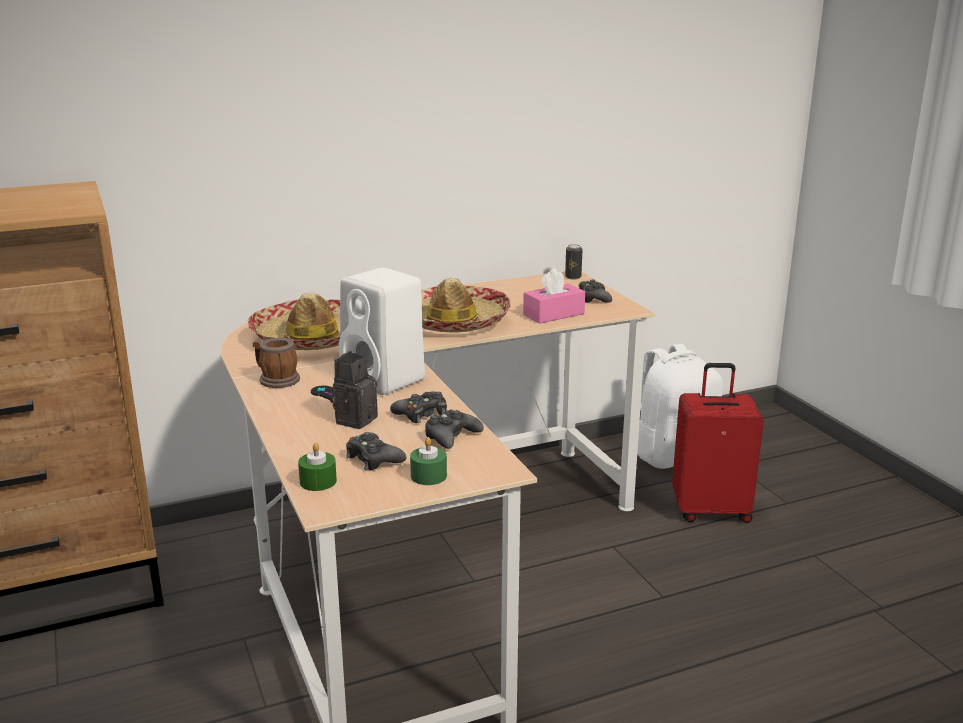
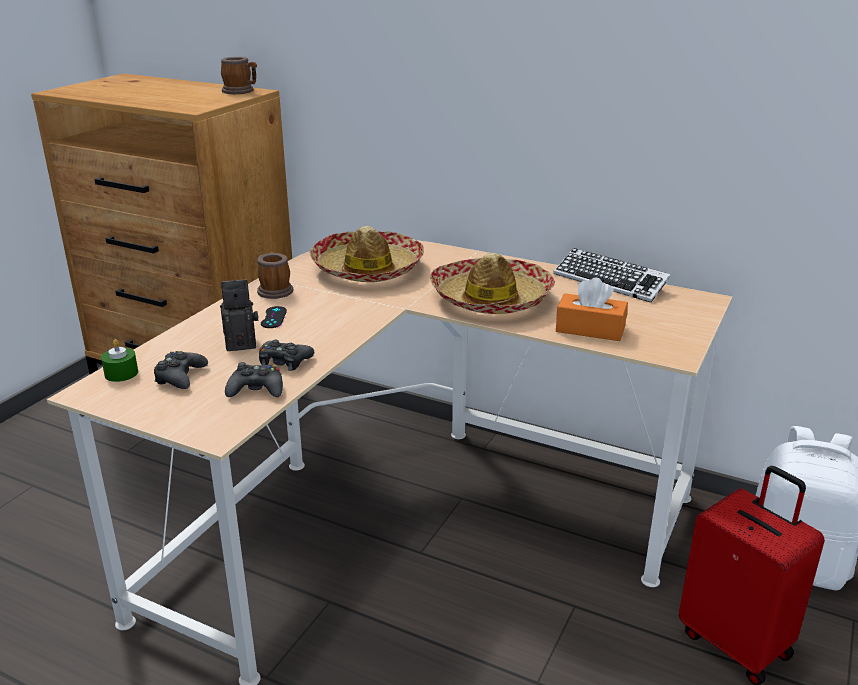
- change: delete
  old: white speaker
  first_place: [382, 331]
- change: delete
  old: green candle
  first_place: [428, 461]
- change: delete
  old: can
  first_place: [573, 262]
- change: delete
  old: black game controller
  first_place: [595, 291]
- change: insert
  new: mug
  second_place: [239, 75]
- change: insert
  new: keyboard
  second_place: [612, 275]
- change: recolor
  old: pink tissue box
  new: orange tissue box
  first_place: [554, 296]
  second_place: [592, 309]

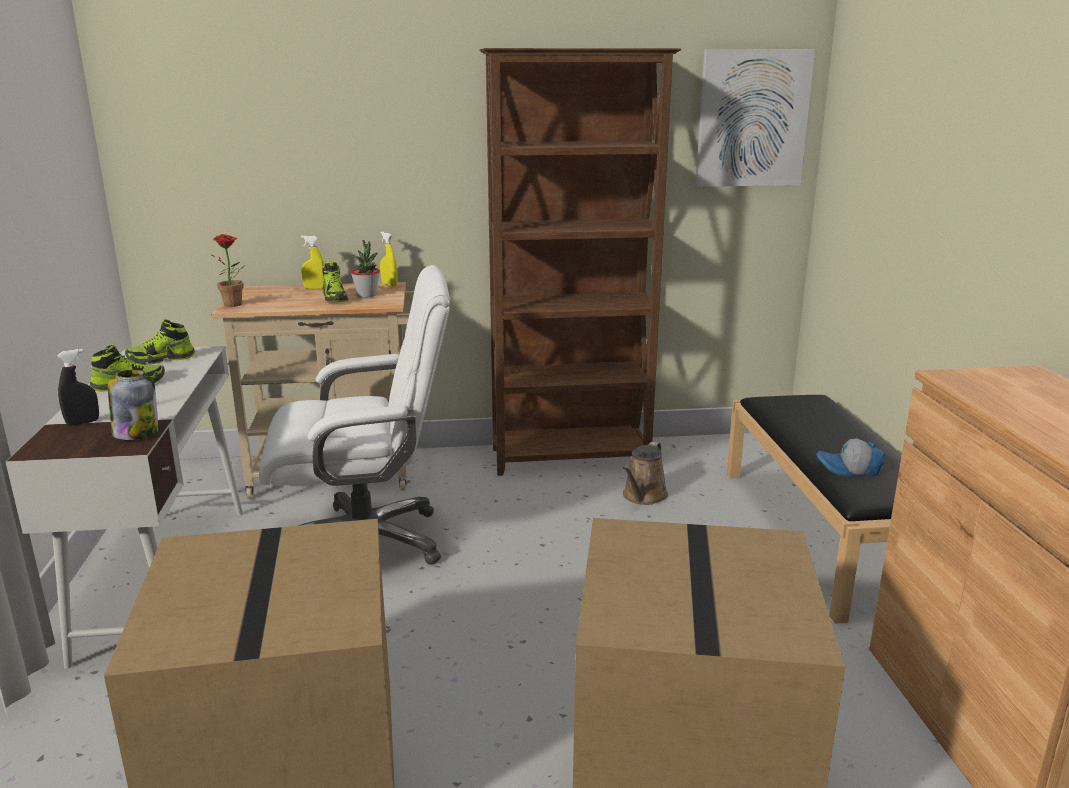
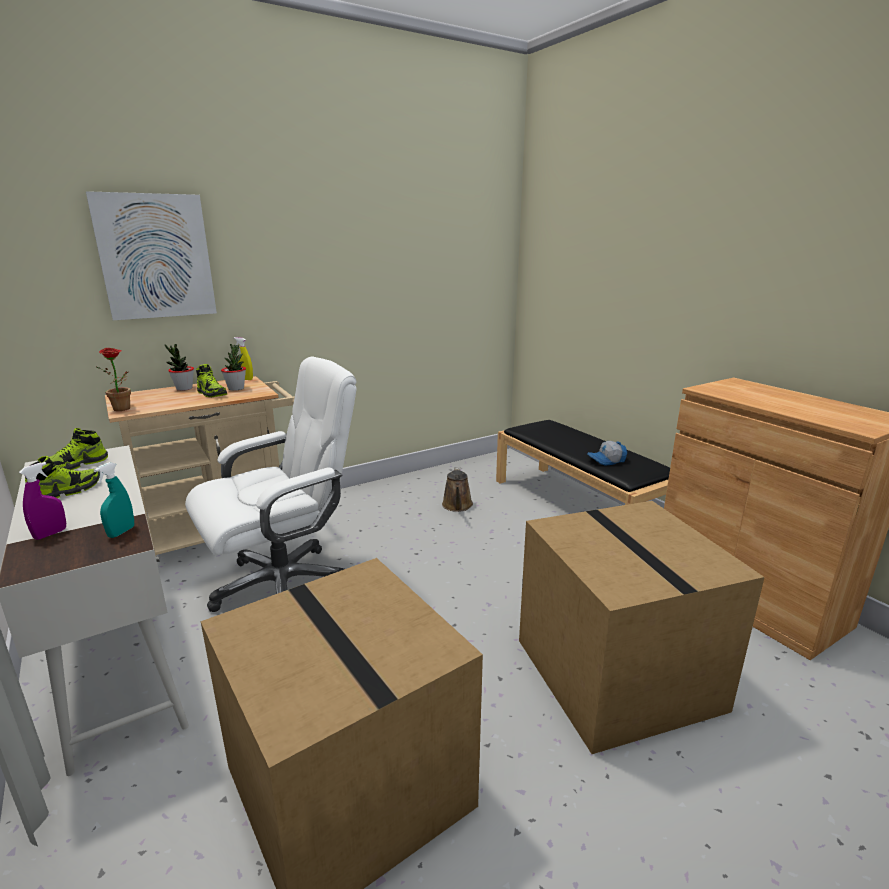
- change: delete
  old: brown bookcase
  first_place: [580, 262]
- change: move
  old: picture
  first_place: [755, 118]
  second_place: [151, 255]
- change: replace
  old: jar
  new: turquoise spray bottle
  first_place: [133, 405]
  second_place: [114, 500]
- change: replace
  old: yellow spray bottle
  new: potted plant
  first_place: [312, 262]
  second_place: [179, 367]
- change: recolor
  old: black spray bottle
  new: purple spray bottle
  first_place: [78, 387]
  second_place: [42, 501]

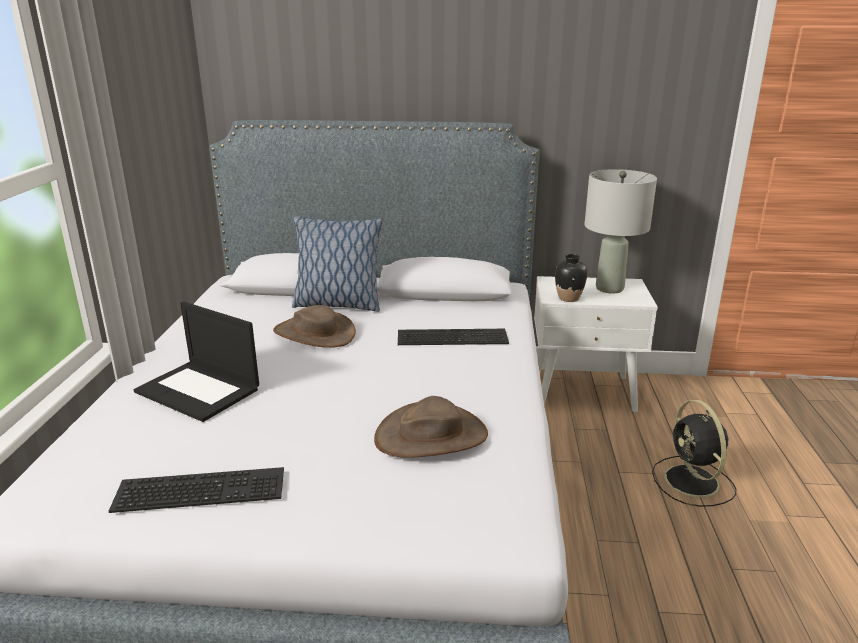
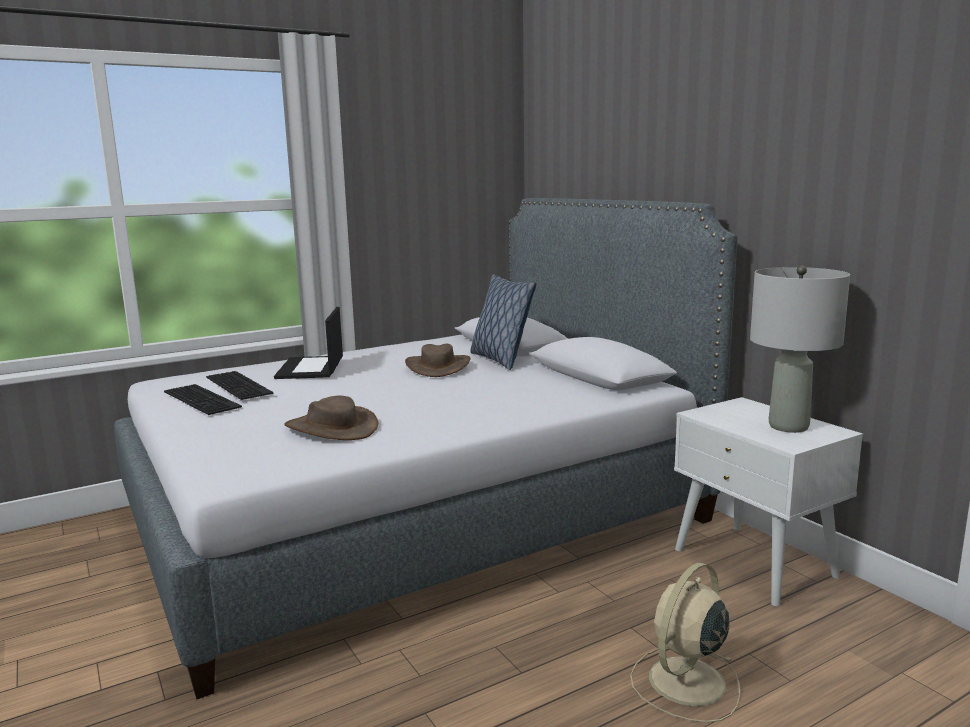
- change: delete
  old: black vase
  first_place: [571, 278]
- change: move
  old: keyboard
  first_place: [453, 337]
  second_place: [239, 385]
- change: recolor
  old: black fan
  new: beige fan
  first_place: [694, 453]
  second_place: [685, 643]

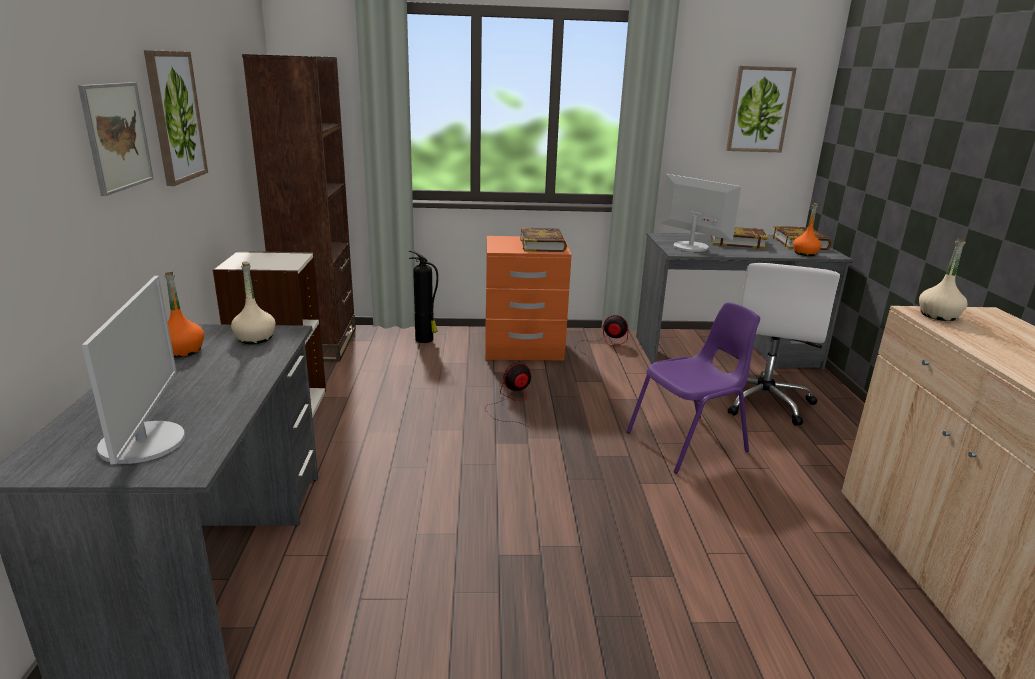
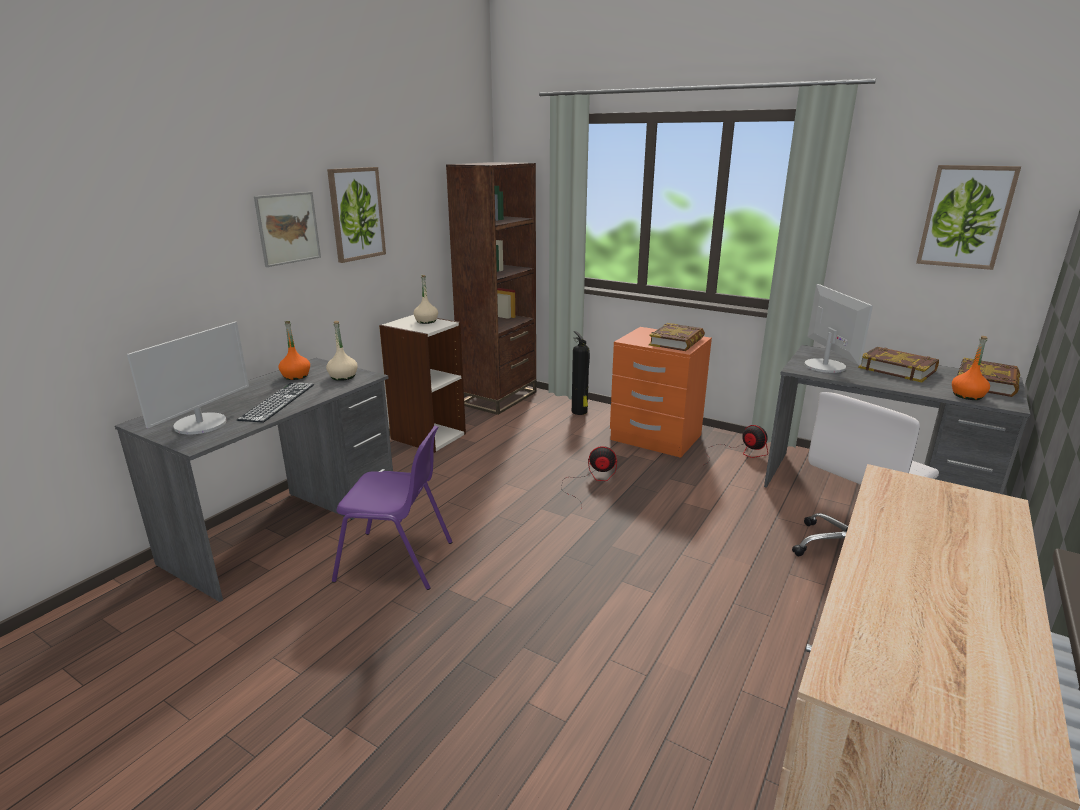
- change: insert
  new: keyboard
  second_place: [275, 403]
- change: move
  old: purple chair
  first_place: [693, 388]
  second_place: [392, 508]
- change: move
  old: beige bottle
  first_place: [943, 279]
  second_place: [426, 299]

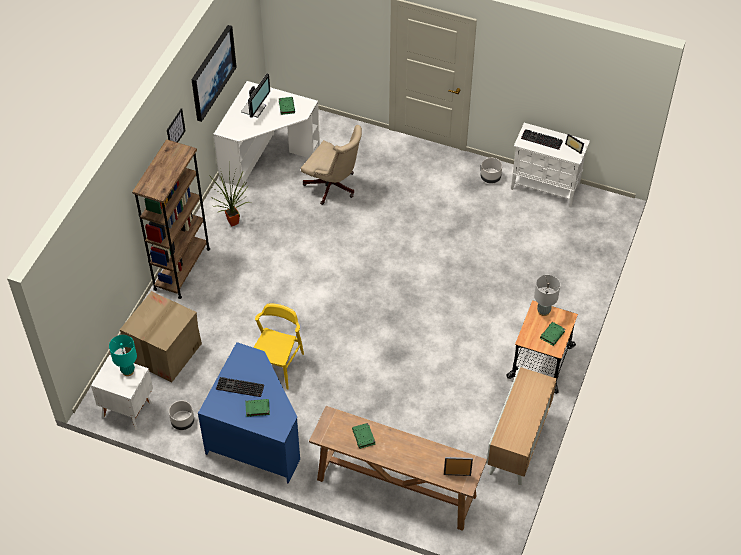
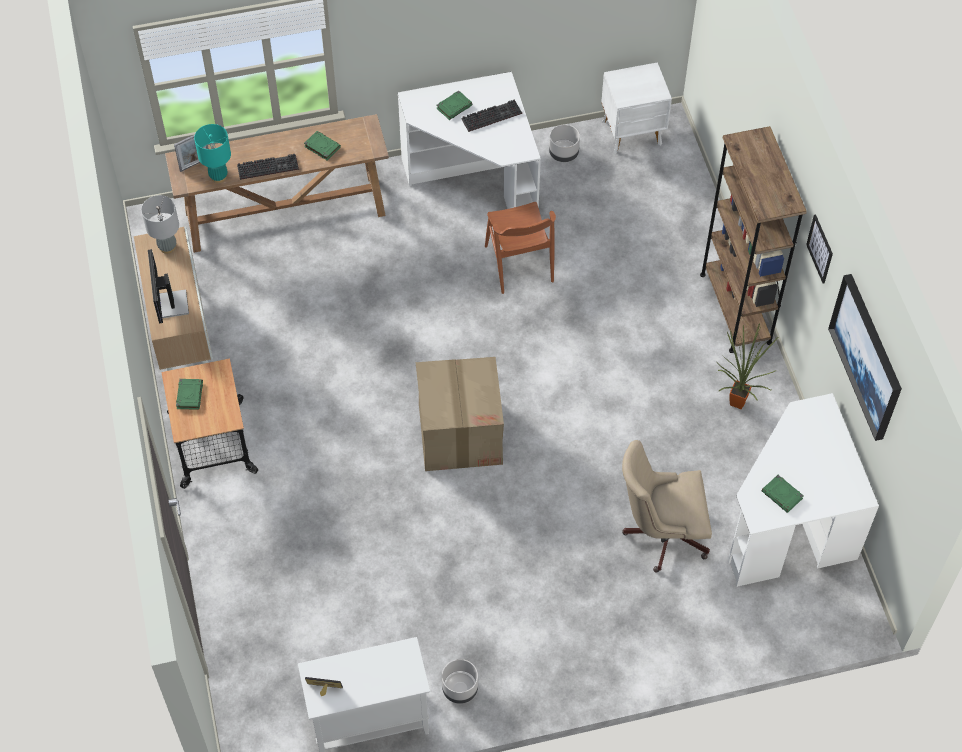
- change: move
  old: turquoise table lamp
  first_place: [123, 355]
  second_place: [212, 153]
- change: move
  old: cardboard box
  first_place: [161, 336]
  second_place: [460, 414]
- change: move
  old: monitor
  first_place: [255, 96]
  second_place: [168, 286]
- change: move
  old: keyboard
  first_place: [542, 139]
  second_place: [268, 167]
- change: move
  old: grey table lamp
  first_place: [547, 295]
  second_place: [160, 224]
- change: recolor
  old: blue desk
  new: white desk
  first_place: [249, 413]
  second_place: [469, 140]
- change: recolor
  old: yellow chair
  new: brown chair
  first_place: [278, 346]
  second_place: [520, 248]

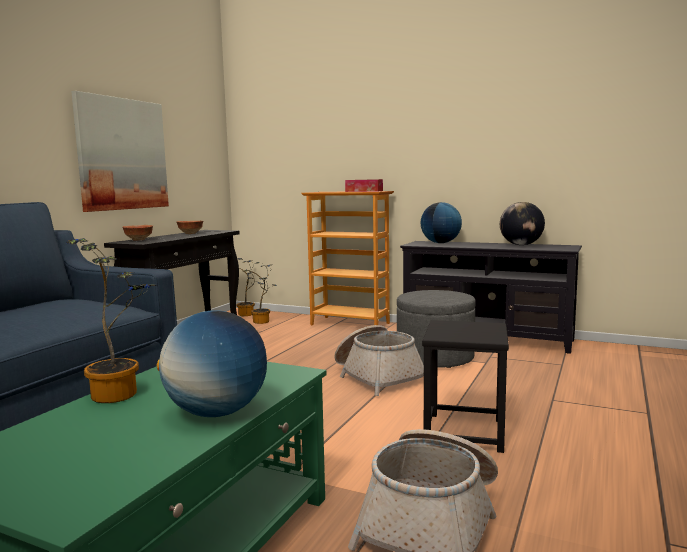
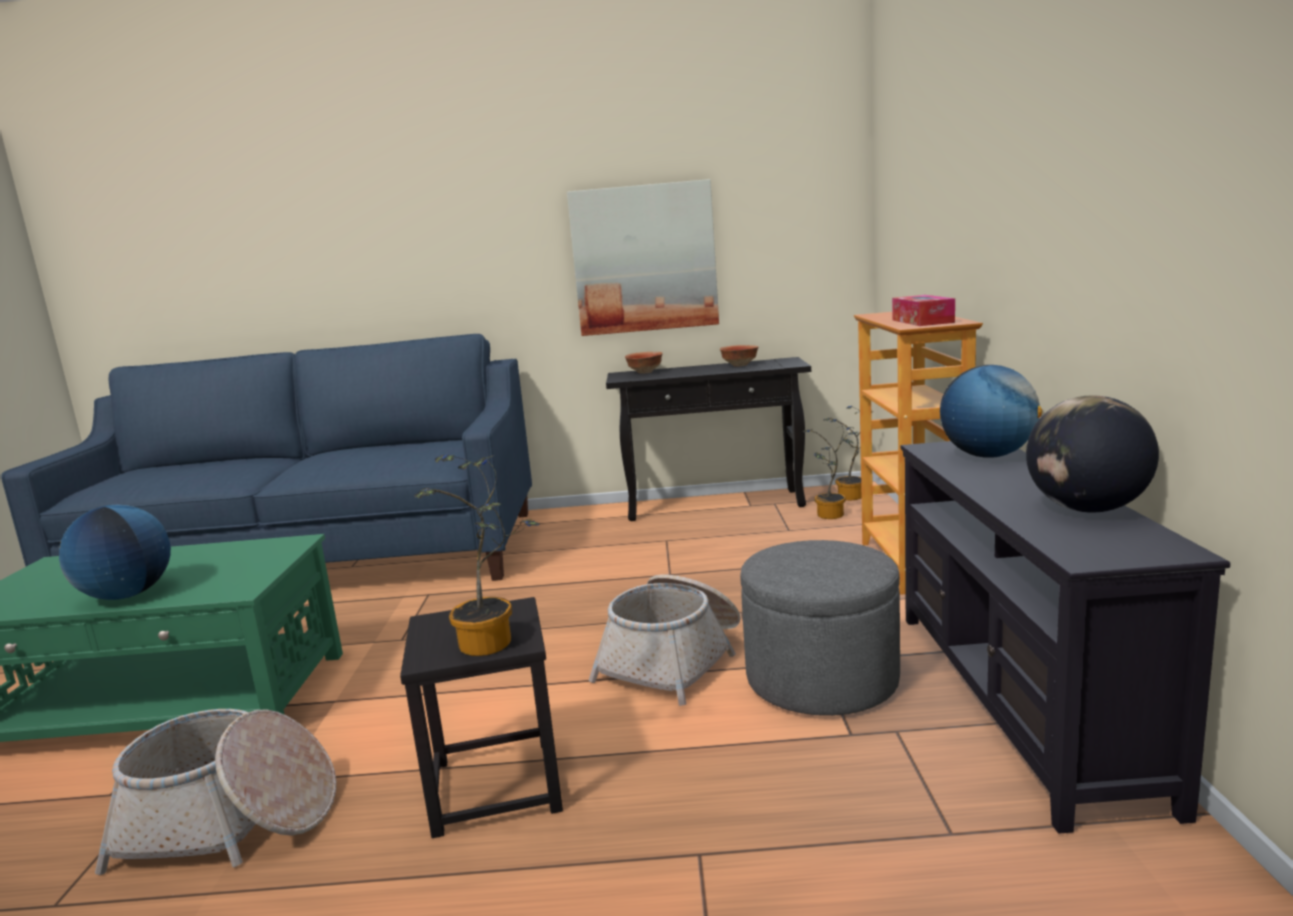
- change: move
  old: potted plant
  first_place: [111, 320]
  second_place: [477, 555]

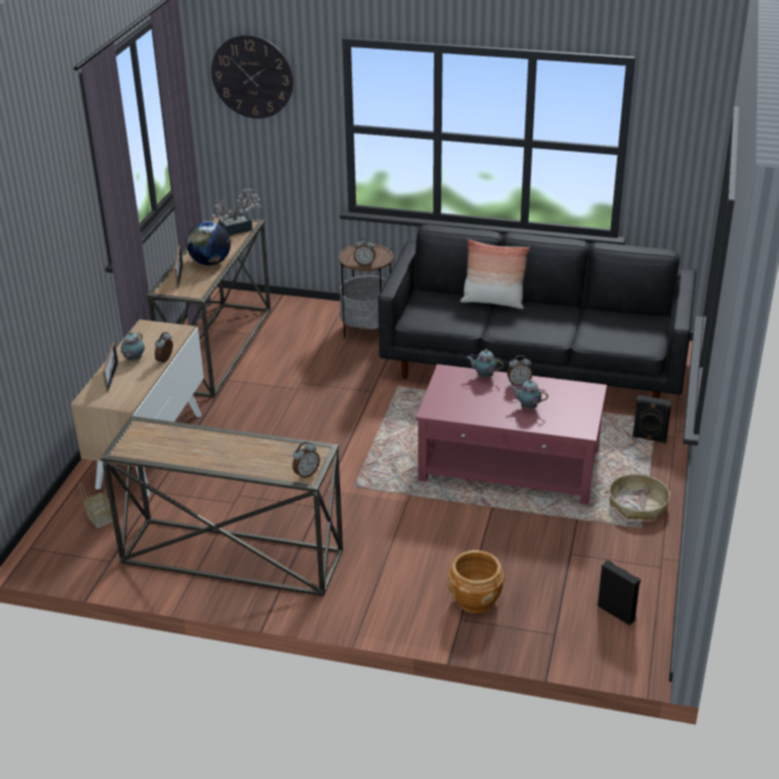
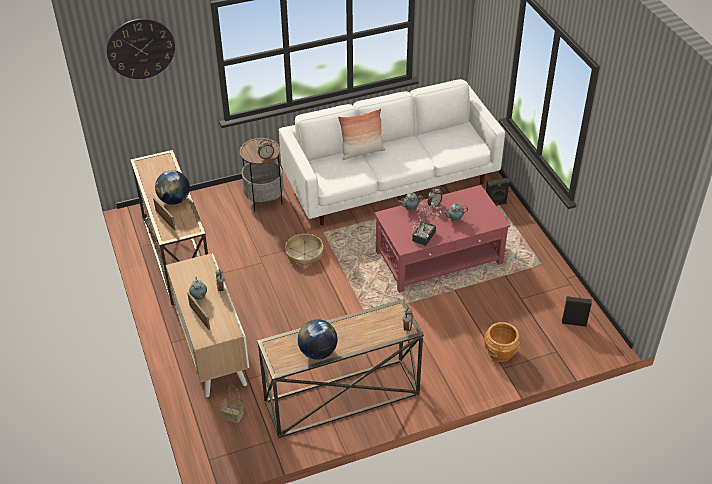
- change: insert
  new: globe
  second_place: [317, 339]
- change: move
  old: potted plant
  first_place: [236, 212]
  second_place: [427, 224]
- change: move
  old: basket
  first_place: [639, 497]
  second_place: [304, 250]
- change: recolor
  old: black sofa
  new: white sofa
  first_place: [537, 311]
  second_place: [392, 152]

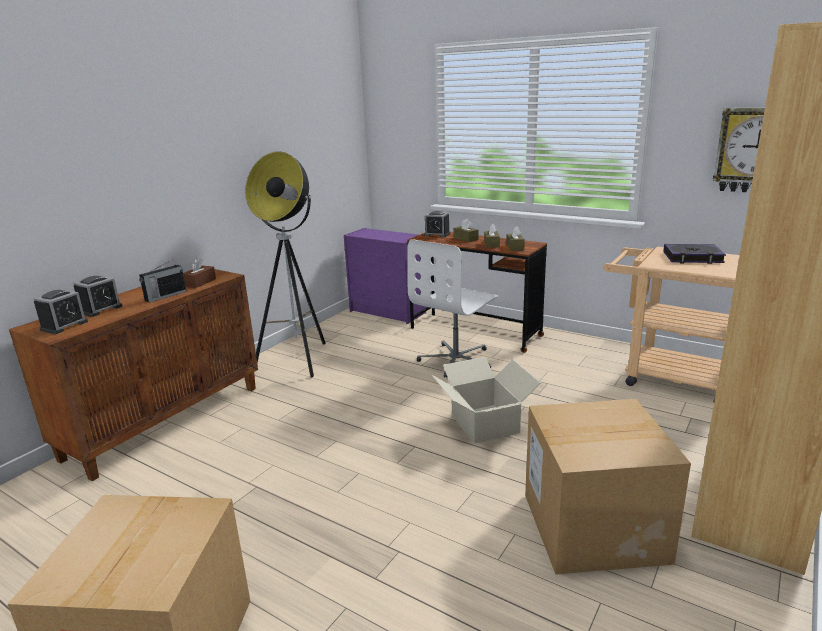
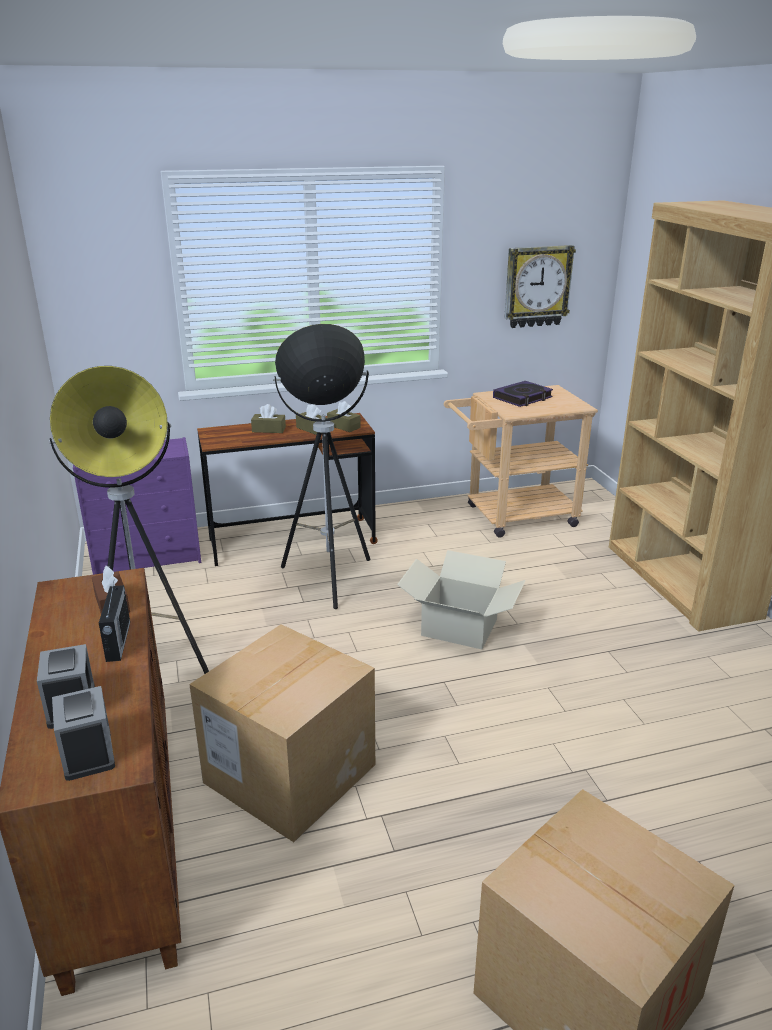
- change: delete
  old: alarm clock
  first_place: [437, 224]
- change: move
  old: cardboard box
  first_place: [608, 487]
  second_place: [282, 733]
- change: replace
  old: white office chair
  new: floor lamp
  first_place: [453, 308]
  second_place: [321, 466]

